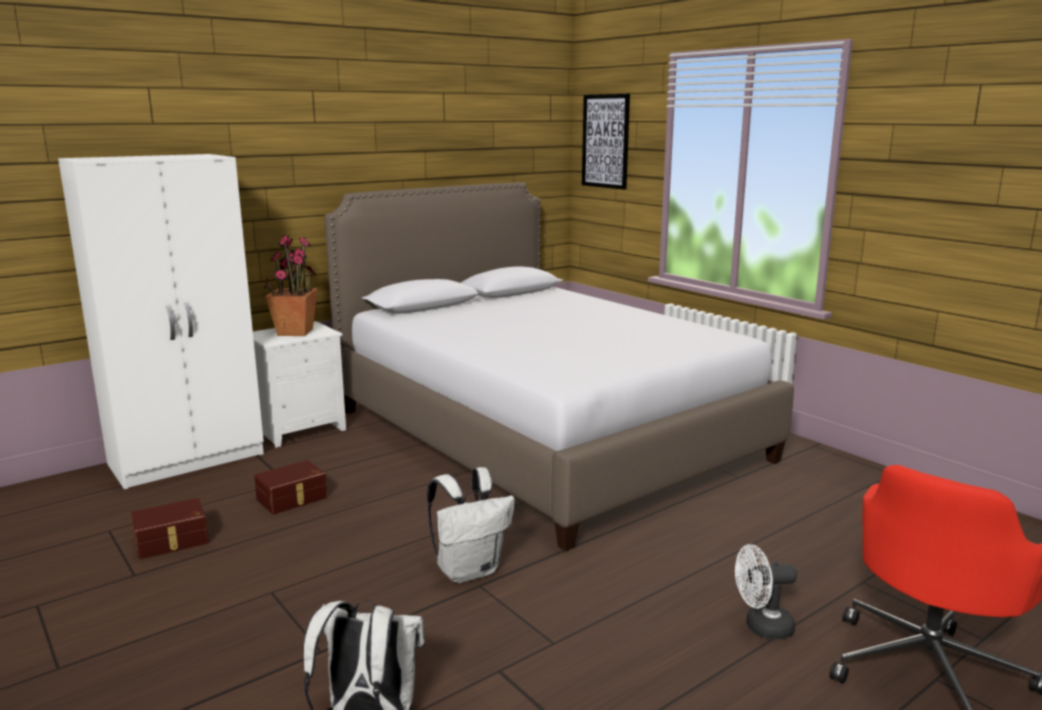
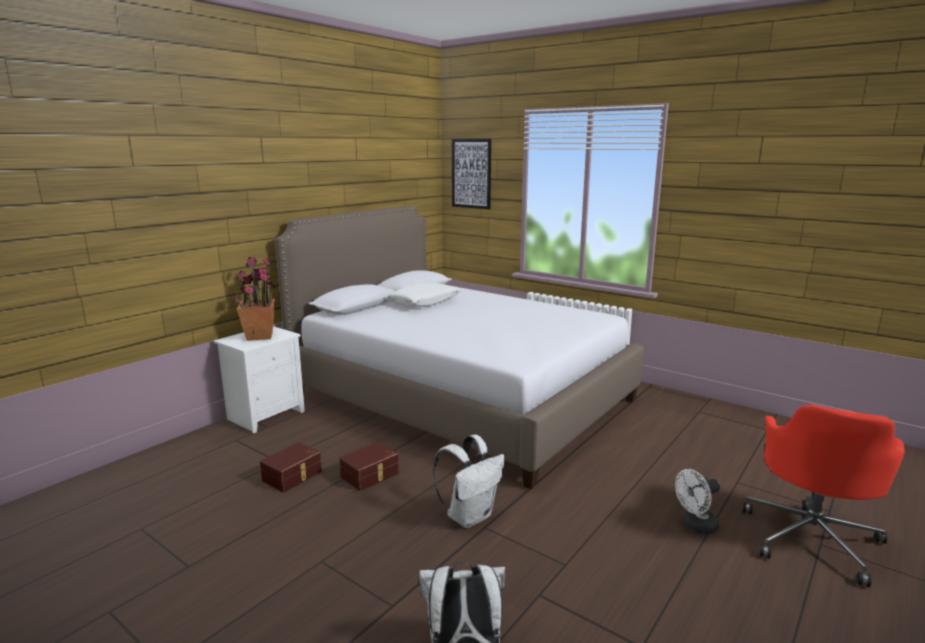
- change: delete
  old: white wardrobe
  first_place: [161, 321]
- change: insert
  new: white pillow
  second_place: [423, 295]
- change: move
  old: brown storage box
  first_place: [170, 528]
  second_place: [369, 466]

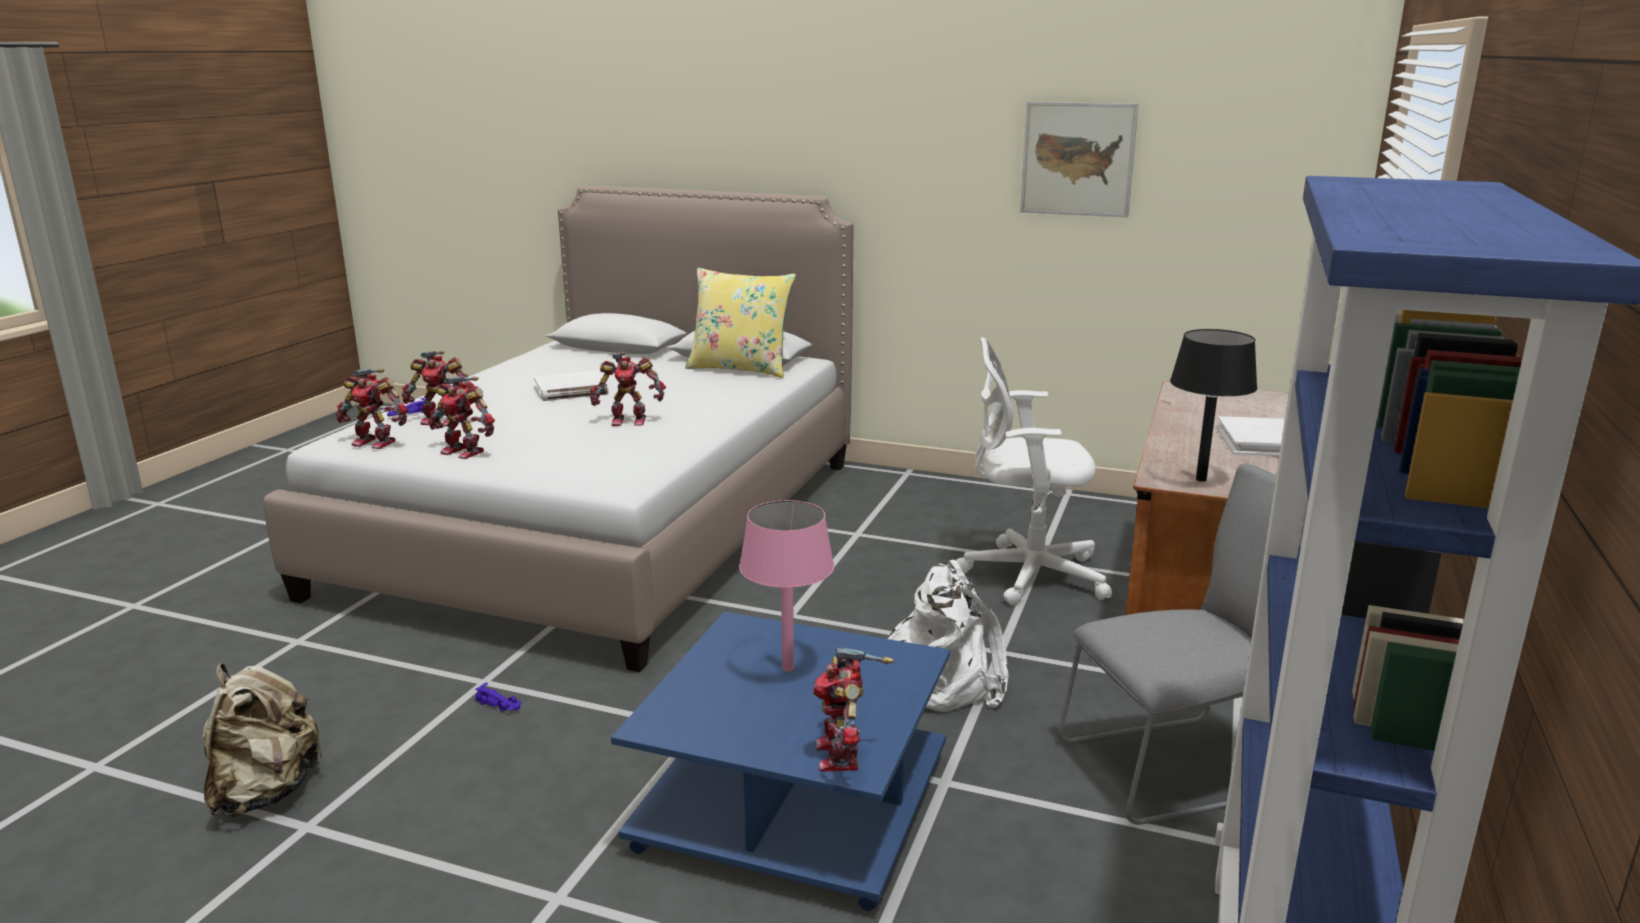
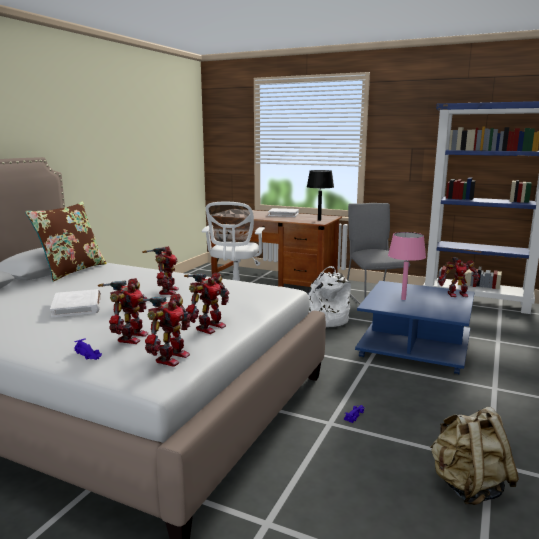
- change: delete
  old: picture
  first_place: [1079, 159]
- change: recolor
  old: yellow pillow
  new: brown pillow
  first_place: [740, 323]
  second_place: [66, 242]

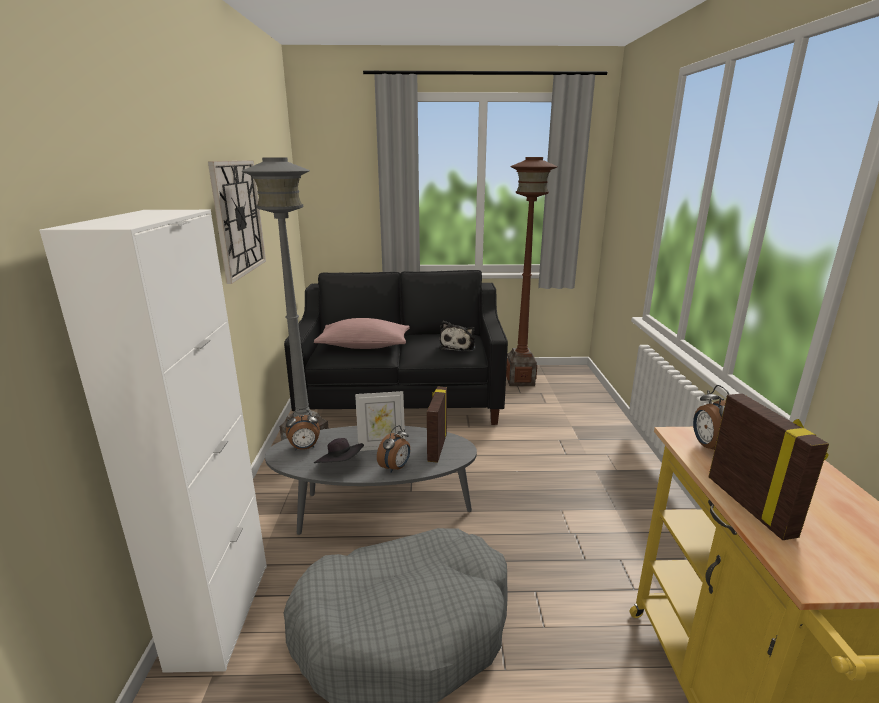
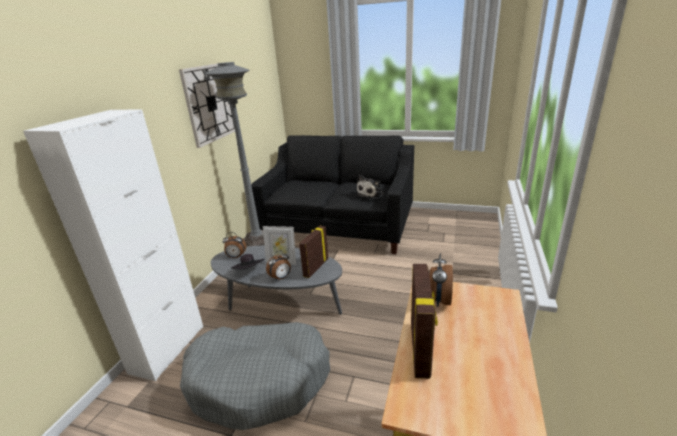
- change: delete
  old: pink pillow
  first_place: [362, 333]
- change: delete
  old: brown floor lamp
  first_place: [532, 271]

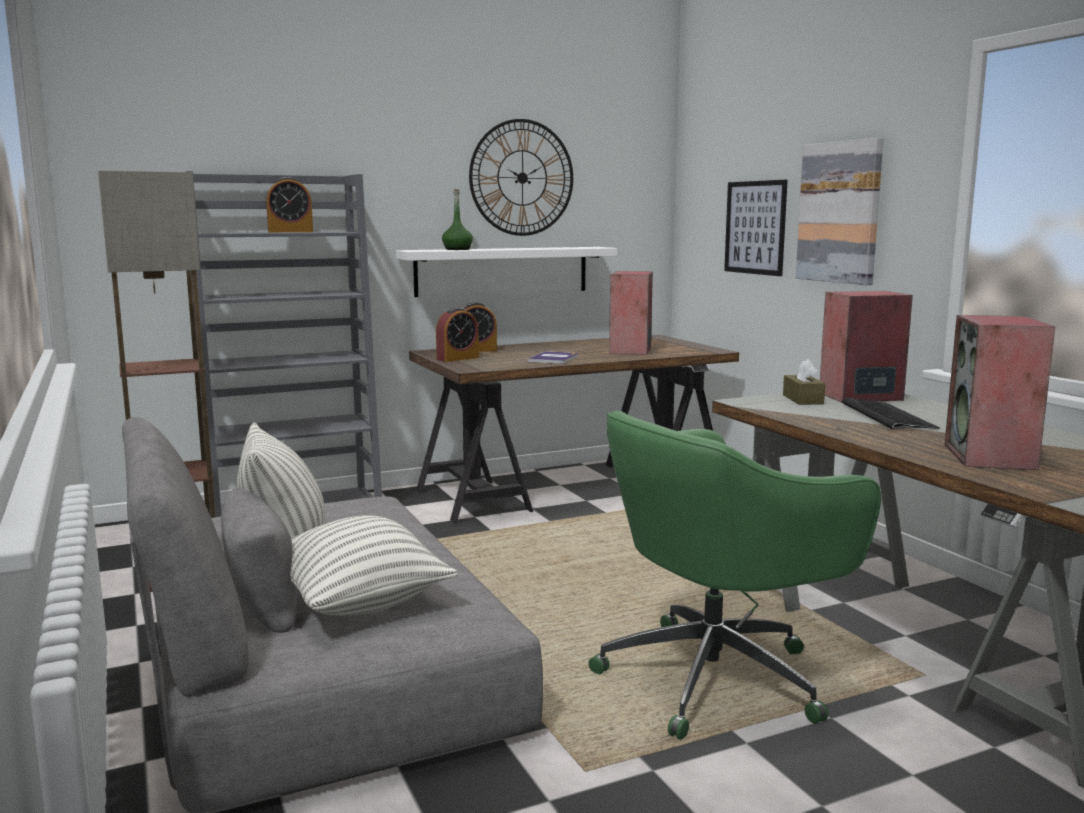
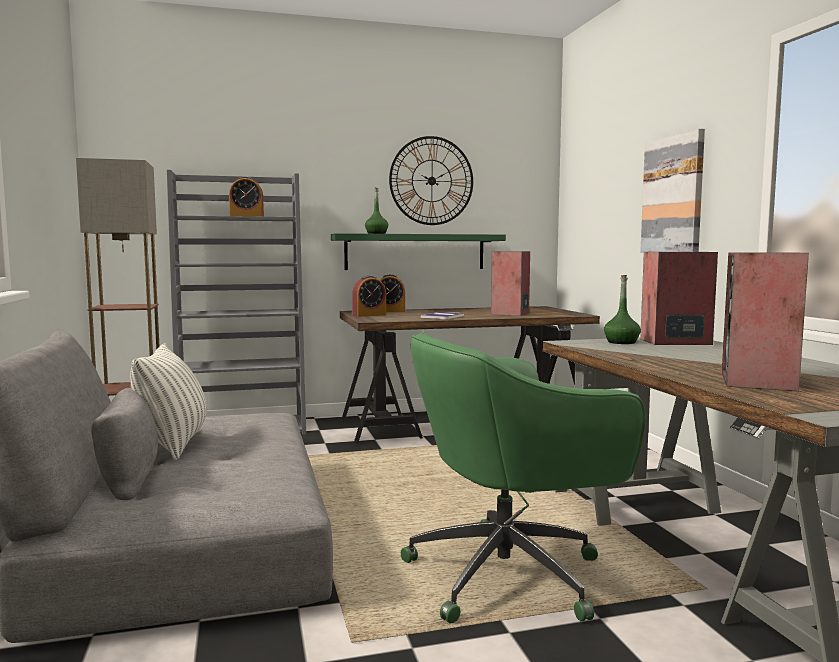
- change: delete
  old: pillow
  first_place: [374, 565]
- change: delete
  old: picture
  first_place: [756, 228]
- change: delete
  old: keyboard
  first_place: [891, 413]
- change: replace
  old: brown tissue box
  new: green bottle
  first_place: [804, 382]
  second_place: [622, 309]
- change: recolor
  old: white shelf
  new: green shelf
  first_place: [506, 272]
  second_place: [418, 251]

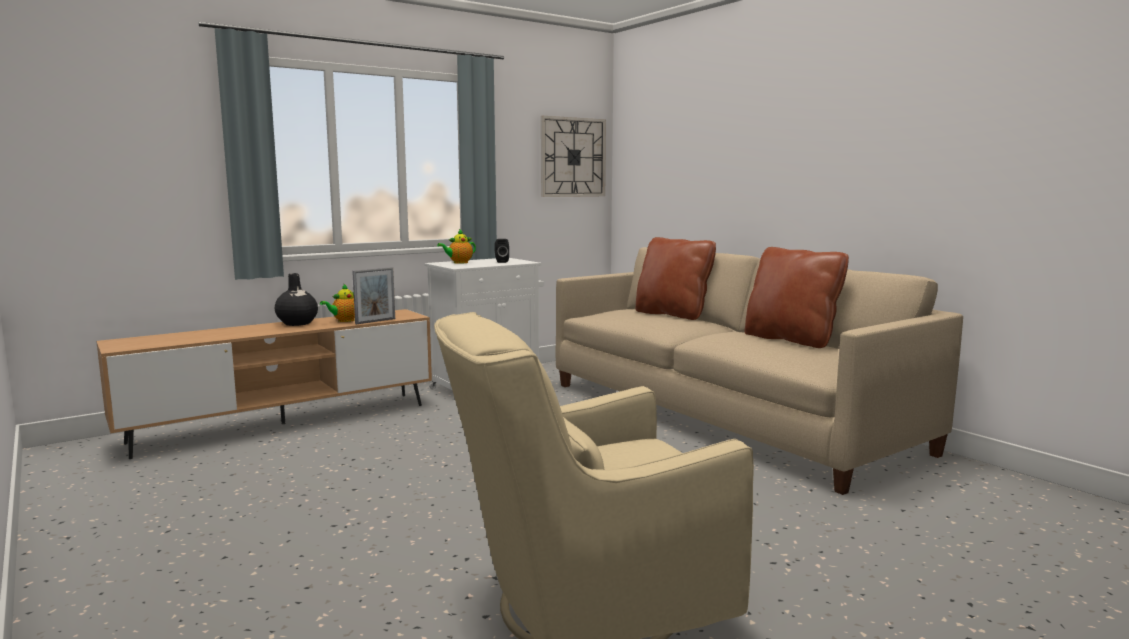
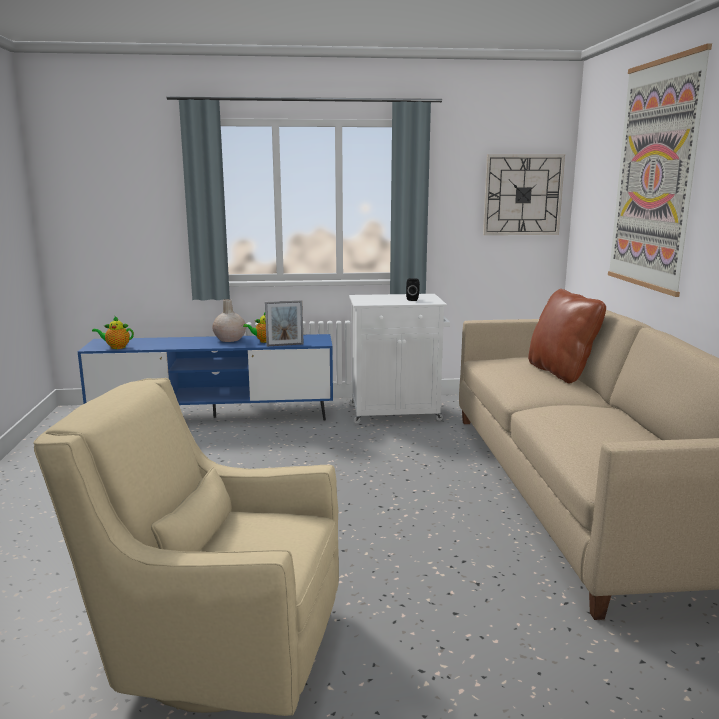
- change: delete
  old: brown pillow
  first_place: [797, 297]
- change: insert
  new: picture
  second_place: [660, 170]
- change: move
  old: teapot
  first_place: [456, 246]
  second_place: [113, 332]
- change: recolor
  old: brown tv stand
  new: blue tv stand
  first_place: [264, 384]
  second_place: [205, 377]
- change: recolor
  old: black vase
  new: beige vase
  first_place: [296, 299]
  second_place: [229, 320]

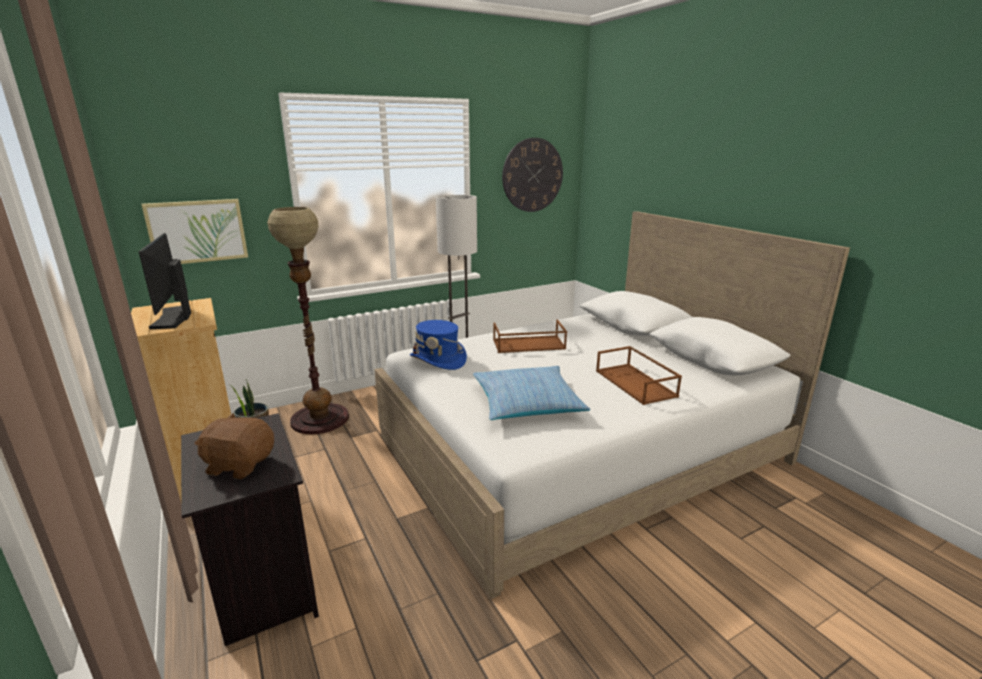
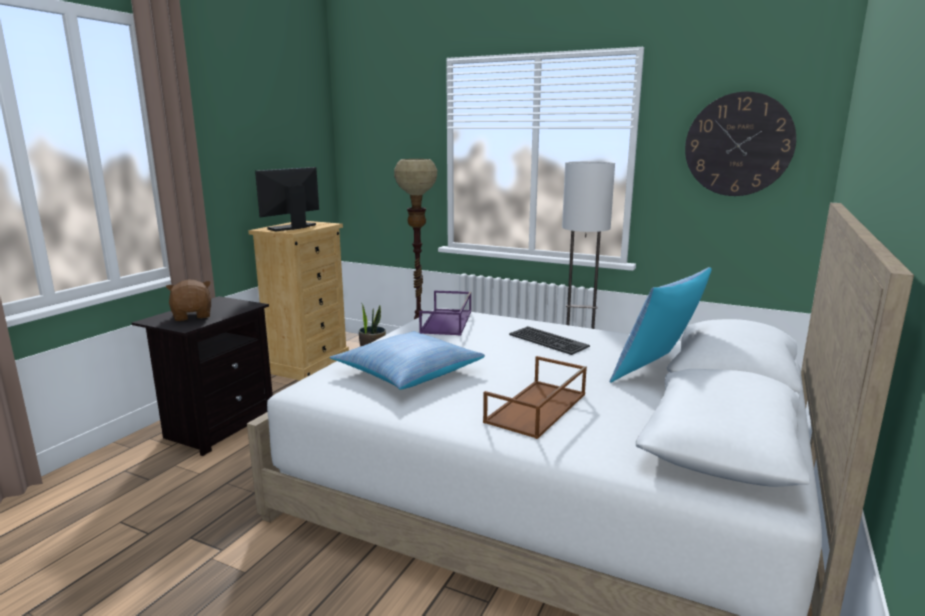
- change: delete
  old: picture
  first_place: [194, 231]
- change: insert
  new: pillow
  second_place: [661, 325]
- change: replace
  old: blue hat
  new: purple tray
  first_place: [438, 345]
  second_place: [445, 313]
- change: replace
  old: brown tray
  new: keyboard
  first_place: [530, 336]
  second_place: [549, 340]

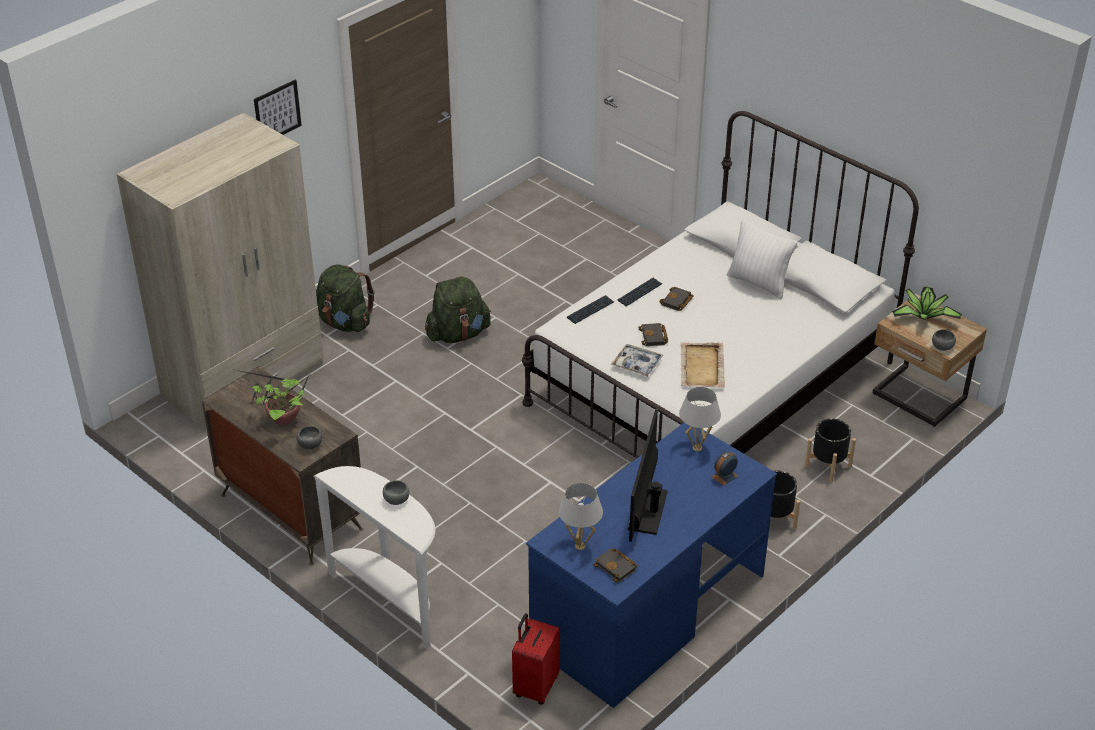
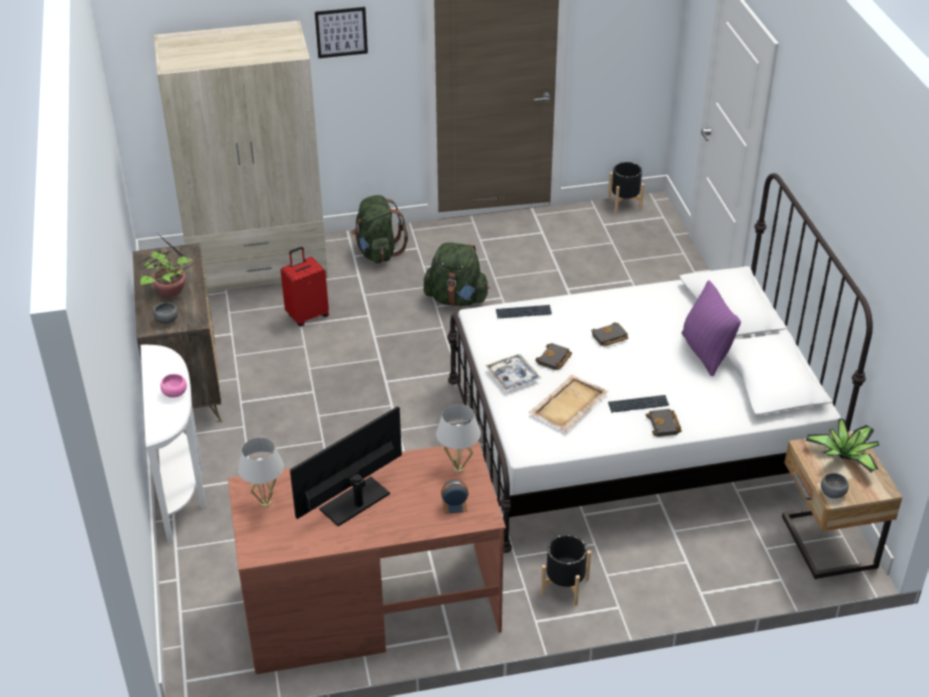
- change: move
  old: red suitcase
  first_place: [536, 659]
  second_place: [305, 286]
- change: move
  old: black book
  first_place: [615, 565]
  second_place: [664, 423]
- change: move
  old: keyboard
  first_place: [640, 292]
  second_place: [638, 404]
- change: move
  old: black planter
  first_place: [830, 450]
  second_place: [626, 187]
- change: recolor
  old: grey bowl
  new: pink bowl
  first_place: [396, 492]
  second_place: [173, 386]
- change: recolor
  old: blue desk
  new: brown desk
  first_place: [651, 565]
  second_place: [367, 557]
- change: recolor
  old: white pillow
  new: purple pillow
  first_place: [762, 259]
  second_place: [711, 328]

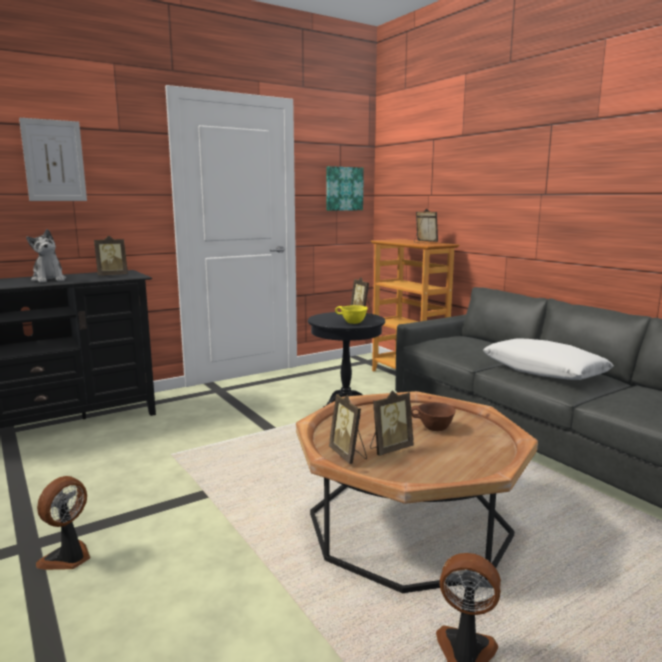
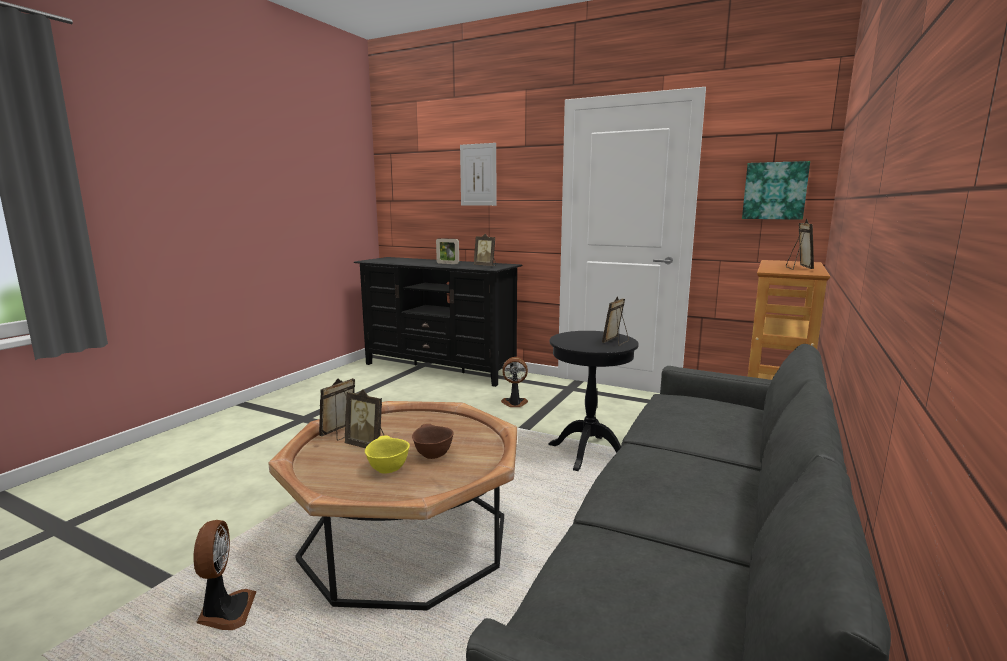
- change: delete
  old: white pillow
  first_place: [548, 359]
- change: move
  old: fan
  first_place: [63, 523]
  second_place: [514, 382]
- change: move
  old: yellow bowl
  first_place: [351, 314]
  second_place: [387, 454]
- change: replace
  old: plush toy
  new: picture frame
  first_place: [46, 256]
  second_place: [447, 251]

